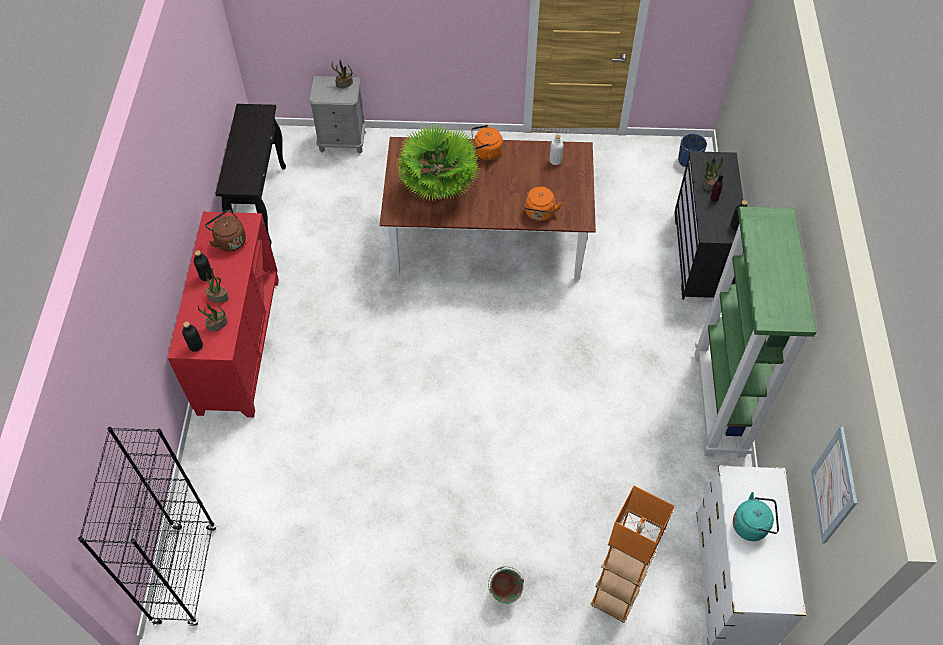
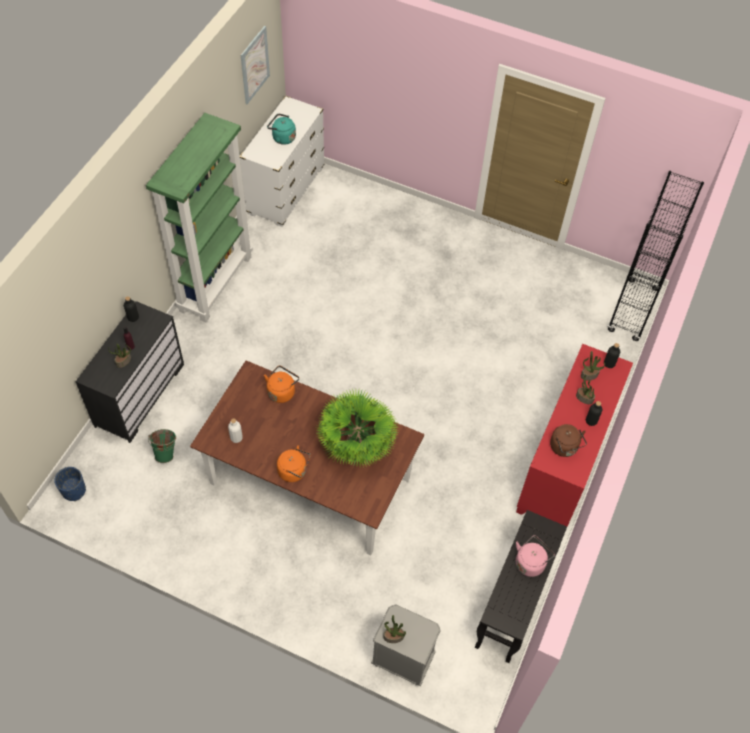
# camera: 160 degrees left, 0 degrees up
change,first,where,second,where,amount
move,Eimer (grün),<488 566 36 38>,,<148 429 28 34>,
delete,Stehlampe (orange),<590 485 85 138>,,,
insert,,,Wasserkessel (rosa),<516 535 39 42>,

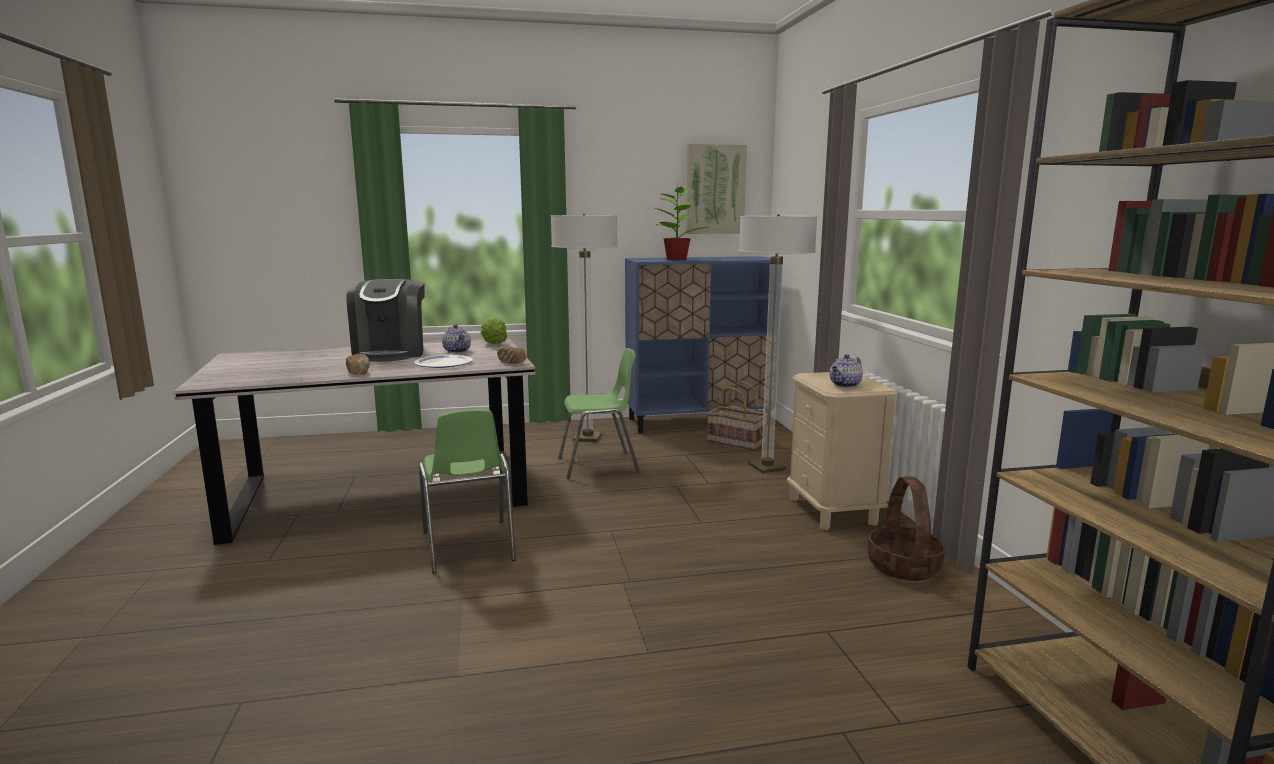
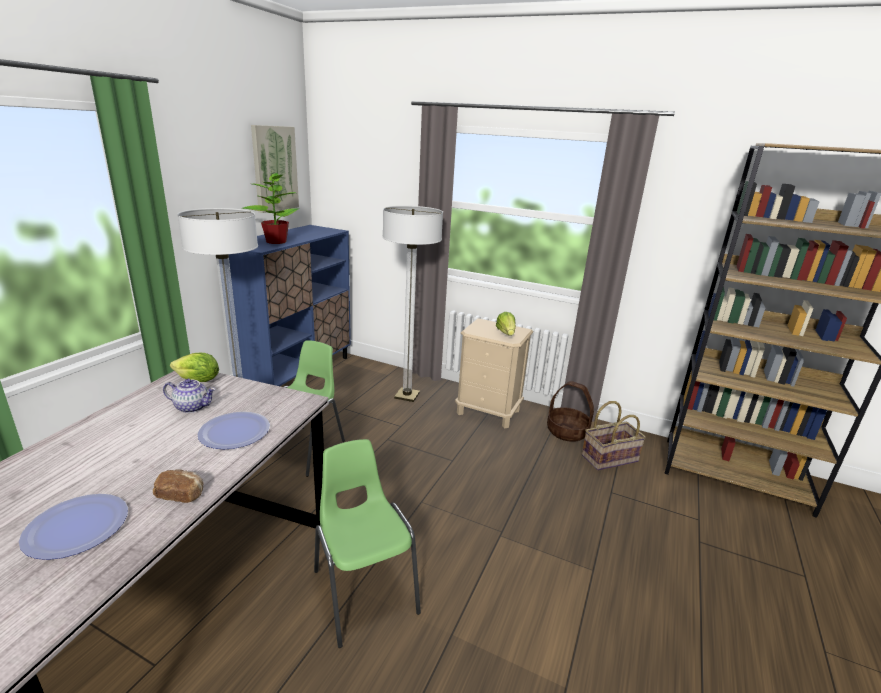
# camera: 55 degrees left, 10 degrees up
change,first,where,second,where,amount
delete,Kaffeemaschine,<346 279 79 83>,,,
rotate,Stuhl (grün),<419 409 97 165>,,<314 439 107 209>,135 degrees counterclockwise
delete,Brot,<497 346 30 18>,,,
move,Korb,<707 381 57 70>,,<581 401 65 70>,
replace,Teekanne,<830 354 33 34>,Salatkopf,<496 312 20 24>,
insert,,,Teller,<19 494 109 66>,

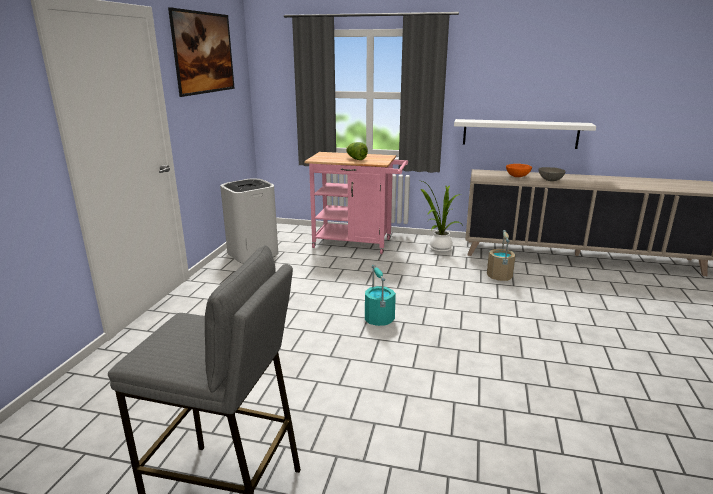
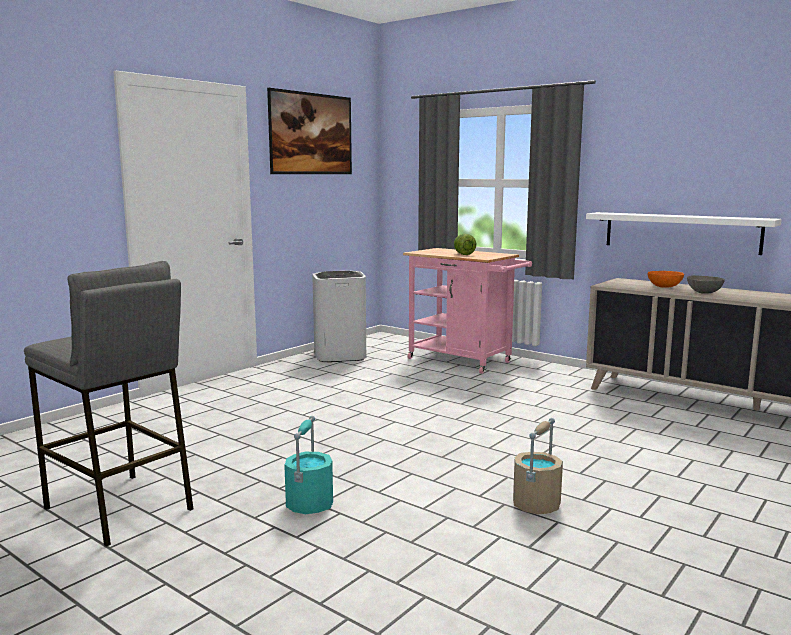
# camera: 25 degrees right, 10 degrees down
change,first,where,second,where,amount
move,Eimer (türkis),<365 265 31 61>,,<284 416 49 98>,
delete,Topfpflanze,<418 180 45 72>,,,
move,Eimer (beige),<487 230 29 51>,,<513 418 50 97>,

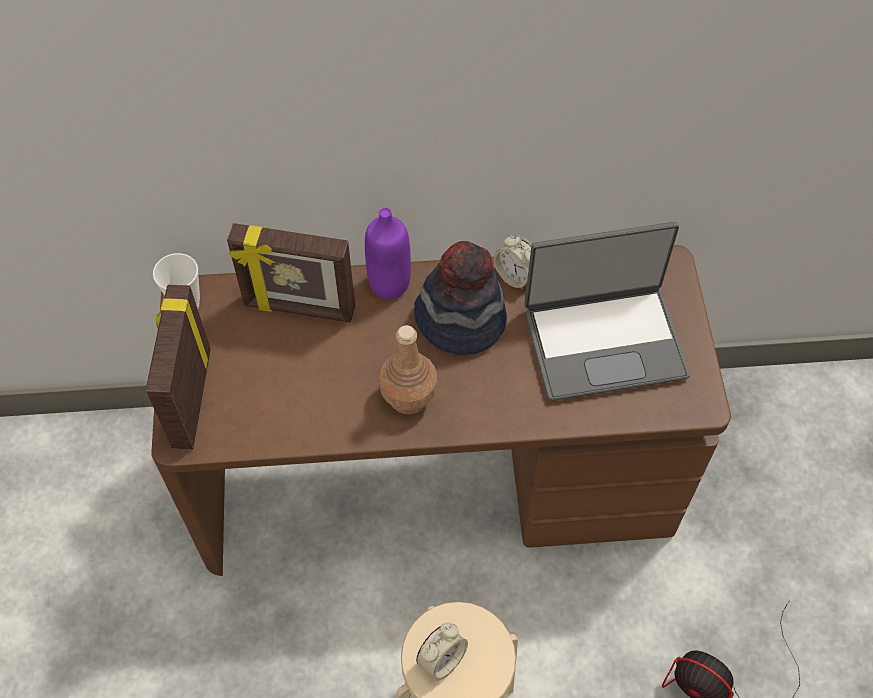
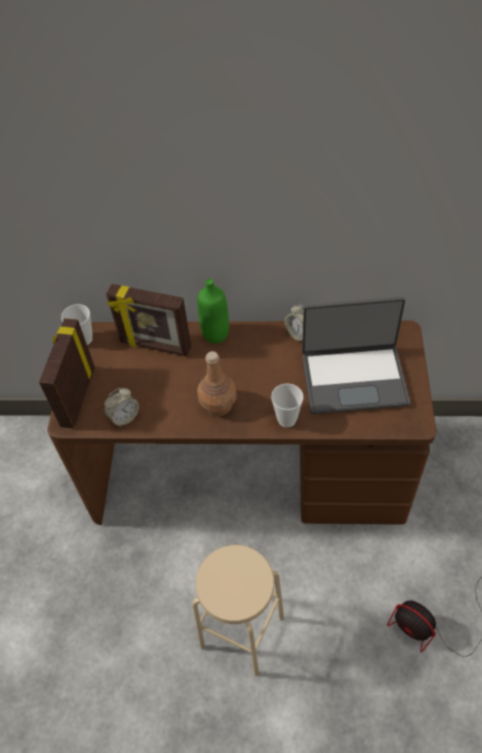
# camera: 10 degrees right, 5 degrees down
change,first,where,second,where,amount
recolor,Flasche (lila),<365 208 46 91>,Flasche (grün),<197 279 32 65>,
delete,Hut,<414 241 93 114>,,,
move,Wecker,<416 623 52 58>,,<104 388 35 39>,
insert,,,Tasse,<271 384 33 44>,

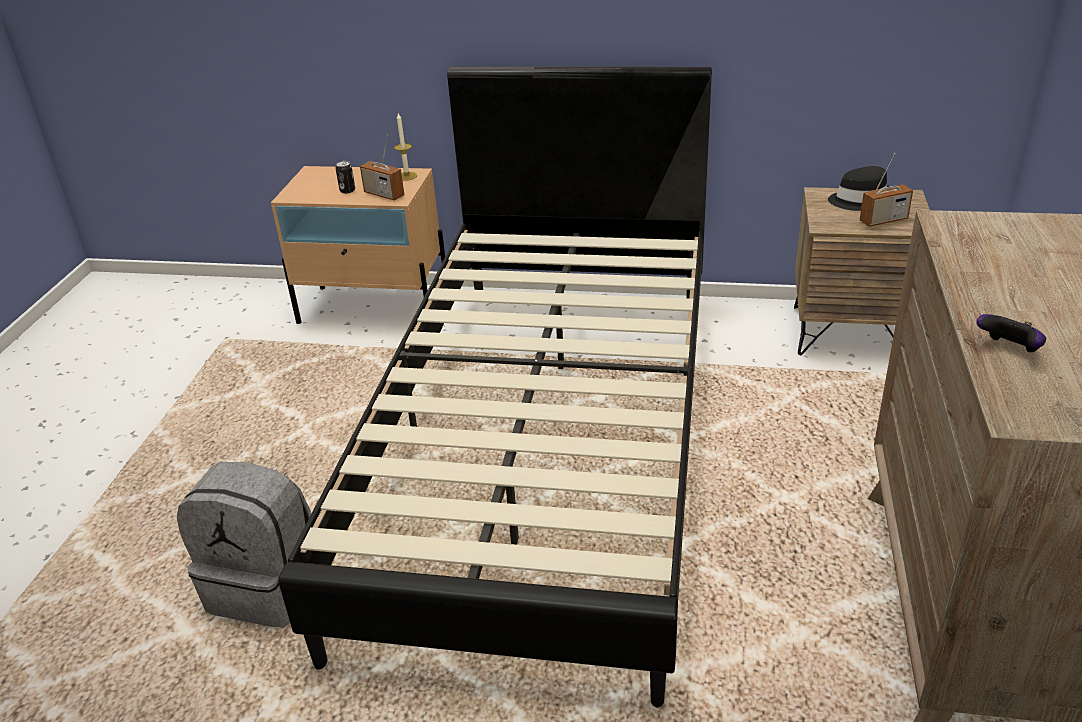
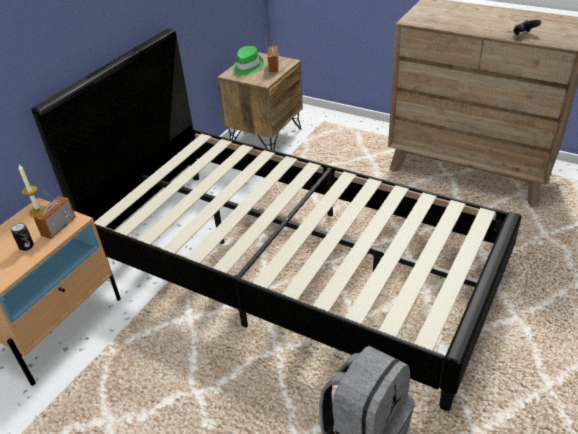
# camera: 70 degrees left, 5 degrees up
change,first,where,second,where,amount
rotate,Radio,<360 134 44 66>,,<33 190 42 49>,150 degrees clockwise
recolor,Hut (schwarz),<828 166 61 45>,Hut (grün),<233 46 31 29>,

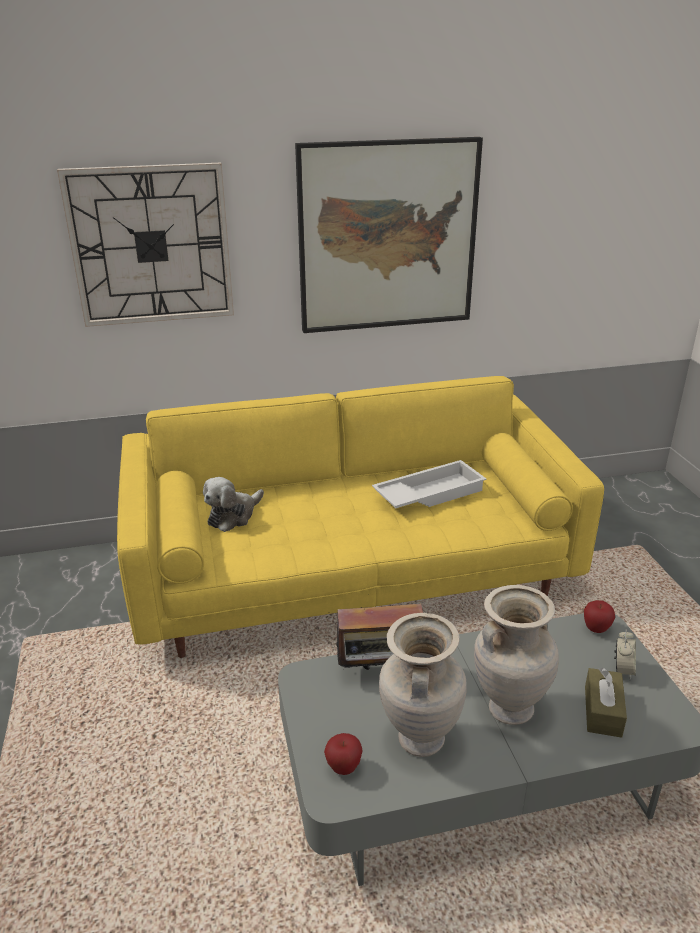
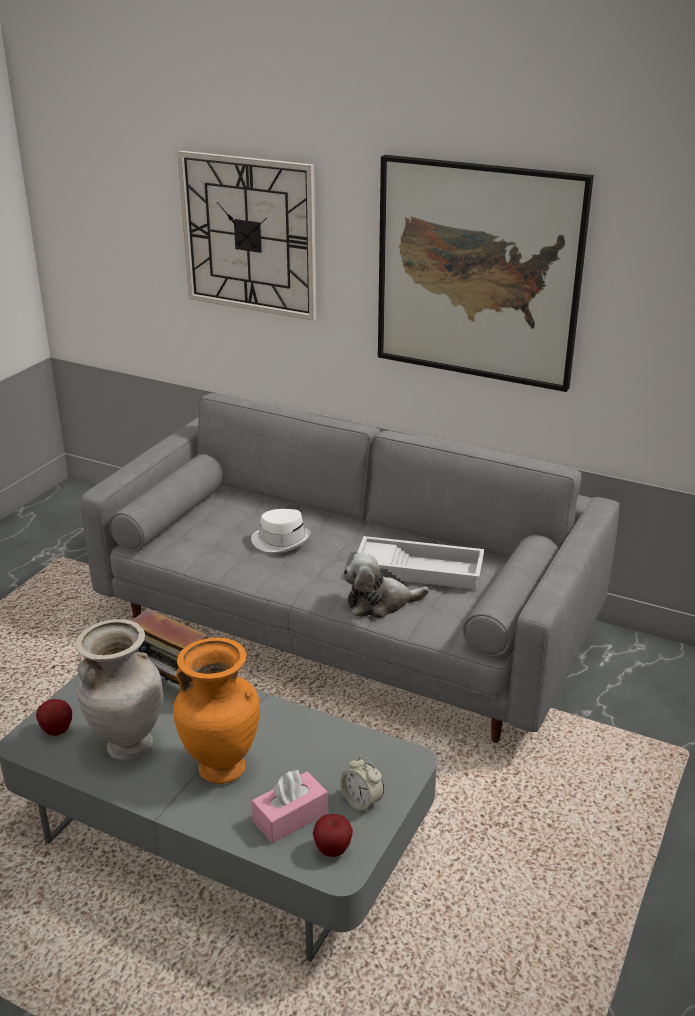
# camera: 40 degrees right, 0 degrees up
change,first,where,second,where,amount
recolor,Sofa (gelb),<117 376 487 282>,Sofa (grau),<80 393 540 350>,
move,Plüschtier,<203 477 61 55>,,<343 552 86 66>,
recolor,Vase (beige),<474 585 85 140>,Vase (orange),<173 638 87 146>,
move,Apfel,<584 600 31 33>,,<313 814 40 43>,
recolor,Taschentuchbox (braun),<585 668 42 70>,Taschentuchbox (rosa),<252 770 76 73>,
rotate,Wecker,<614 629 22 51>,,<340 756 44 57>,75 degrees clockwise
insert,,,Hut (weiß),<251 509 60 43>,

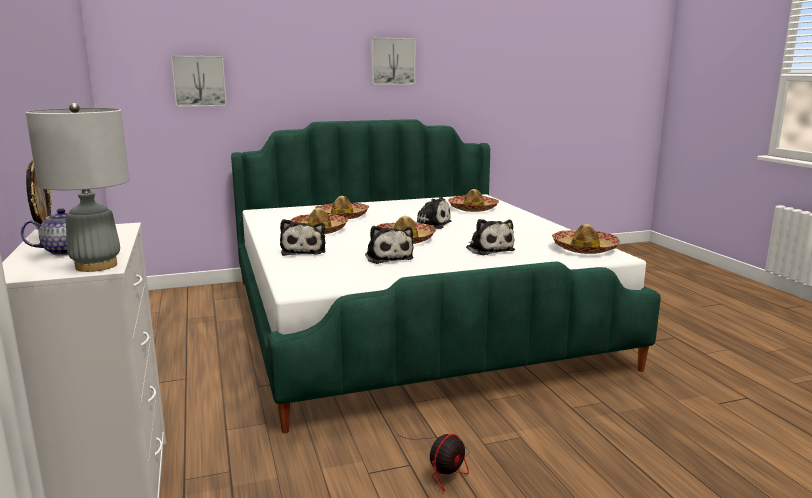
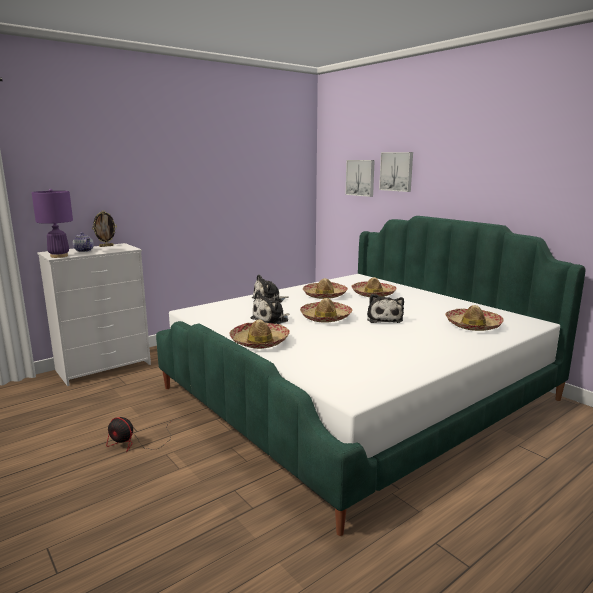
# camera: 70 degrees right, 0 degrees up
change,first,where,second,where,amount
recolor,Tischlampe (grau),<26 103 104 169>,Tischlampe (lila),<32 189 41 69>,
move,Bild,<371 38 44 47>,,<379 152 34 40>,
delete,Plüschtier,<466 219 49 36>,,,
move,Hut,<552 224 68 30>,,<230 319 60 30>,

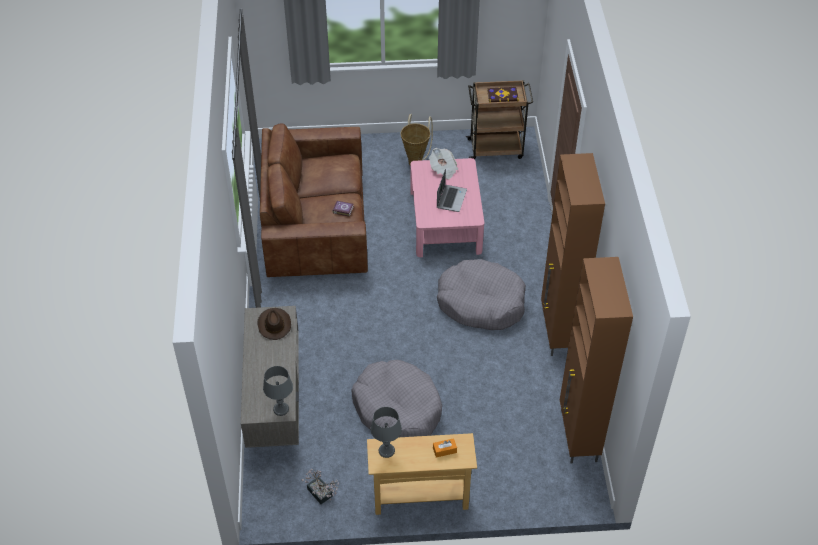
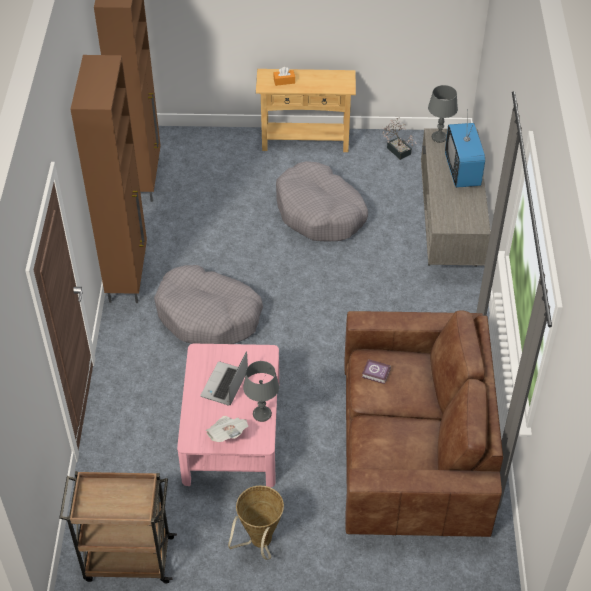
# camera: 175 degrees left, 0 degrees up
change,first,where,second,where,amount
delete,Hut (braun),<258 308 33 32>,,,
move,Tischlampe (grau),<371 407 31 51>,,<243 361 36 61>,
delete,Buch,<487 87 32 16>,,,
insert,,,Fernseher,<445 109 40 79>,

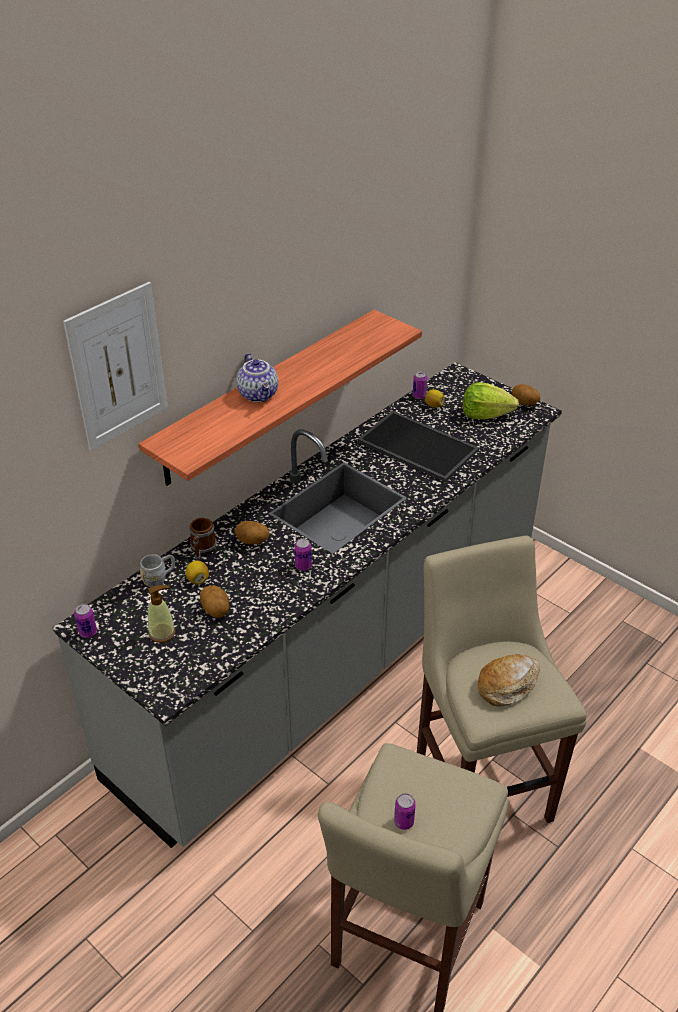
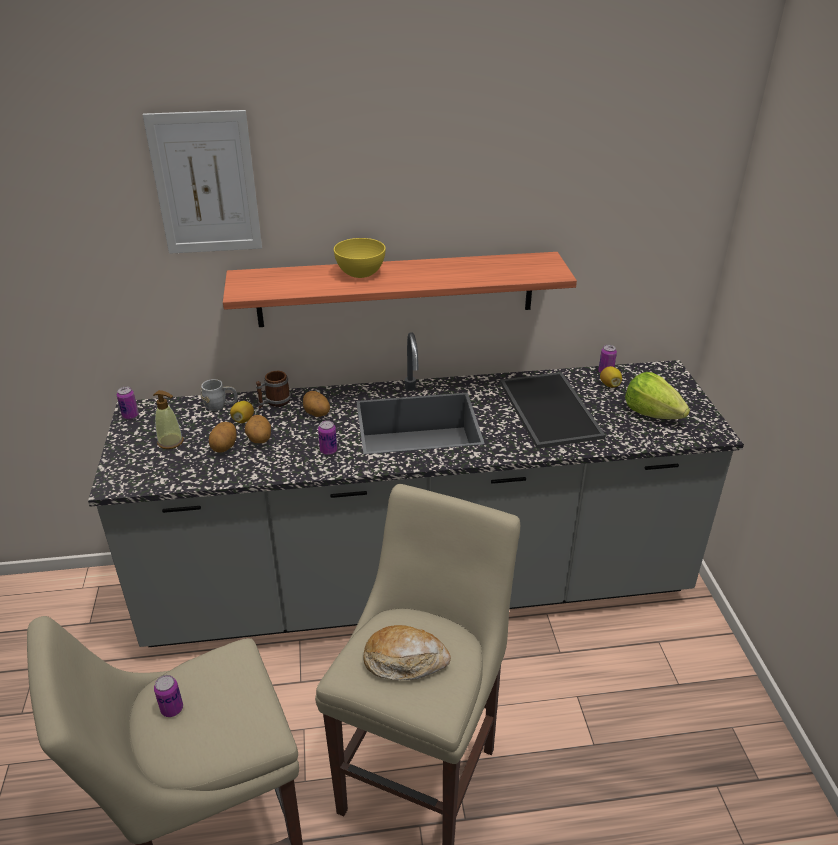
# camera: 40 degrees right, 5 degrees down
change,first,where,second,where,amount
replace,Teekanne,<236 353 42 49>,Schüssel (gelb),<334 238 52 40>,
move,Kartoffel,<512 384 28 21>,,<245 415 26 28>,

